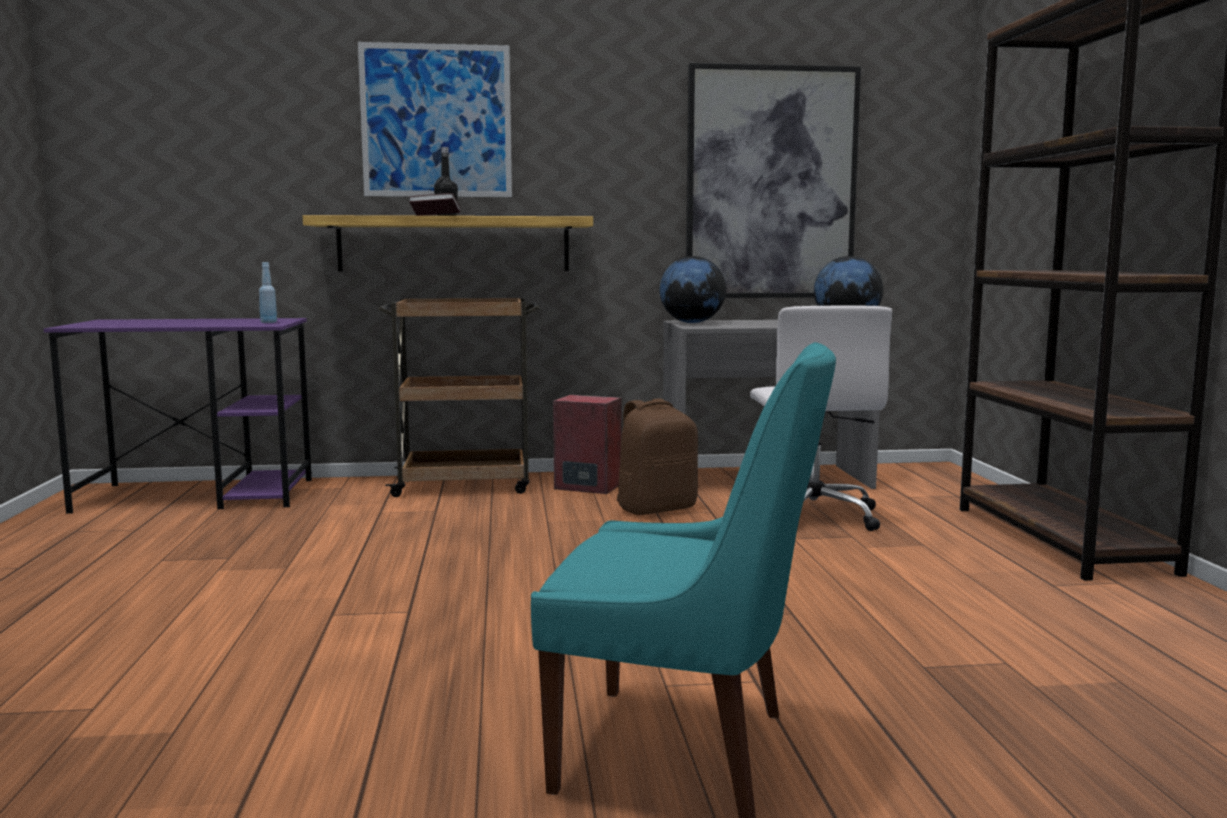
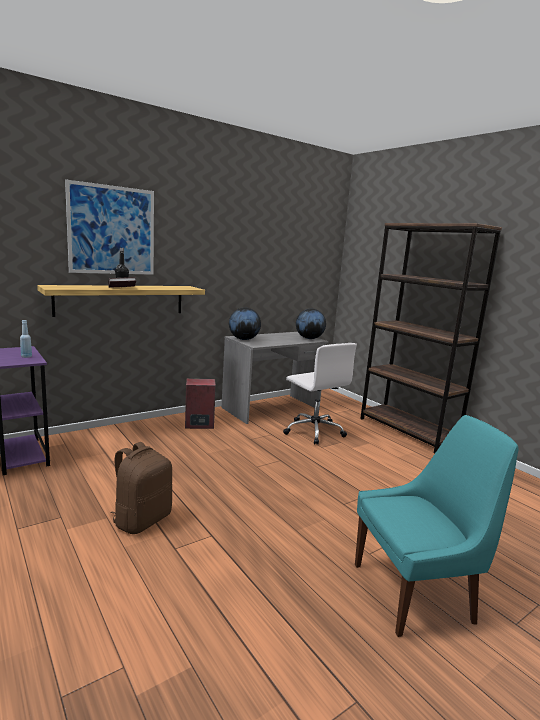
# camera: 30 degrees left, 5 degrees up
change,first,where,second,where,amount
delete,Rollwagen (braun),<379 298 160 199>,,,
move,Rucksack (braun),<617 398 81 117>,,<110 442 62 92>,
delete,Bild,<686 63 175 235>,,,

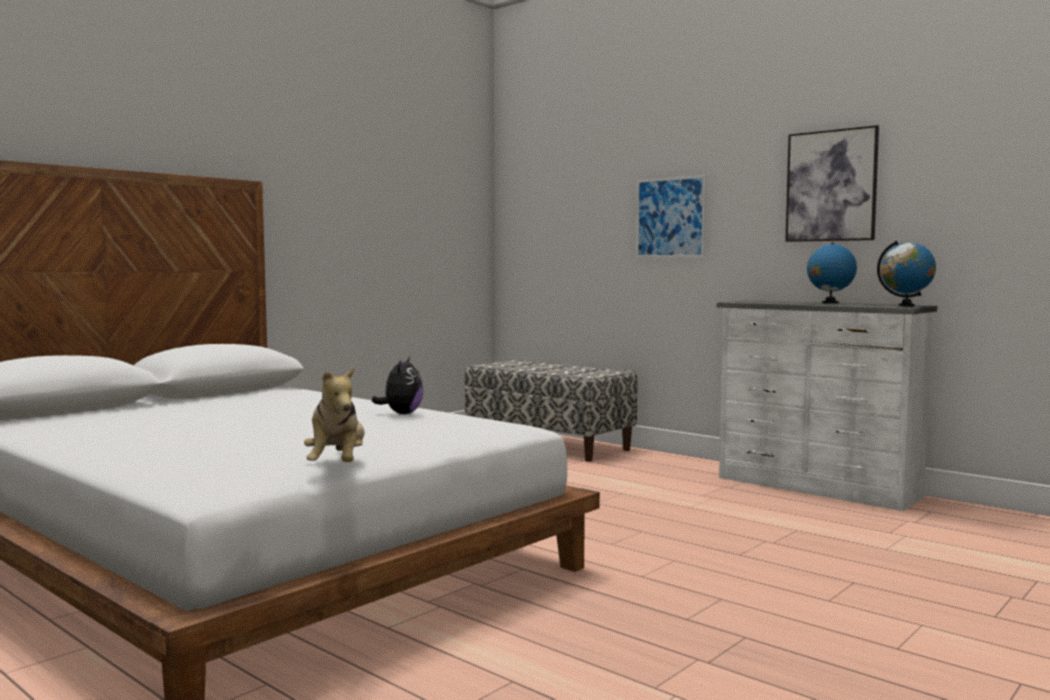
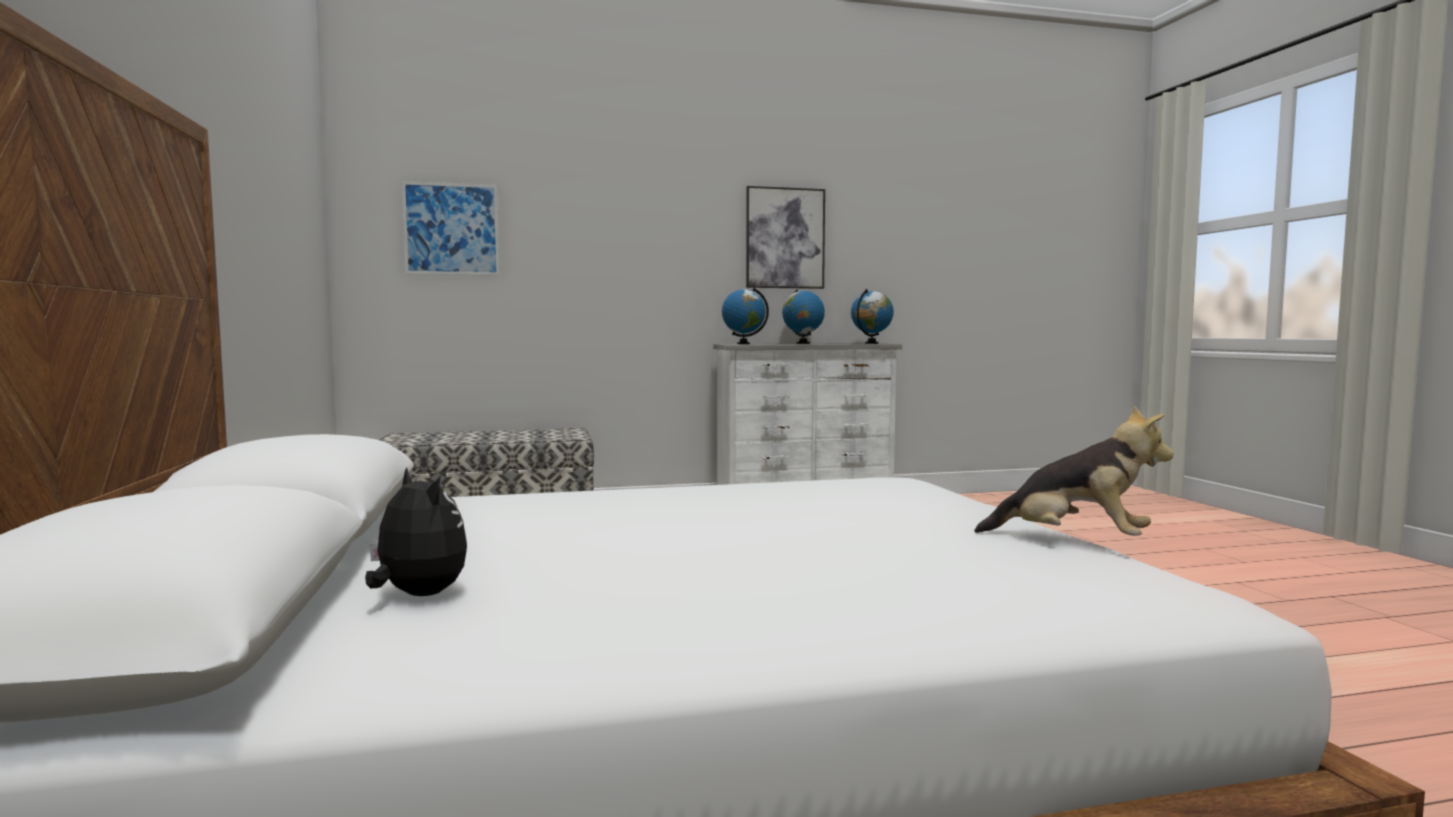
# camera: 55 degrees left, 0 degrees up
change,first,where,second,where,amount
move,Plüschtier,<372 357 51 57>,,<365 467 102 129>,
move,Bild,<636 175 70 83>,,<402 181 98 95>,
insert,,,Globus,<722 288 47 56>,

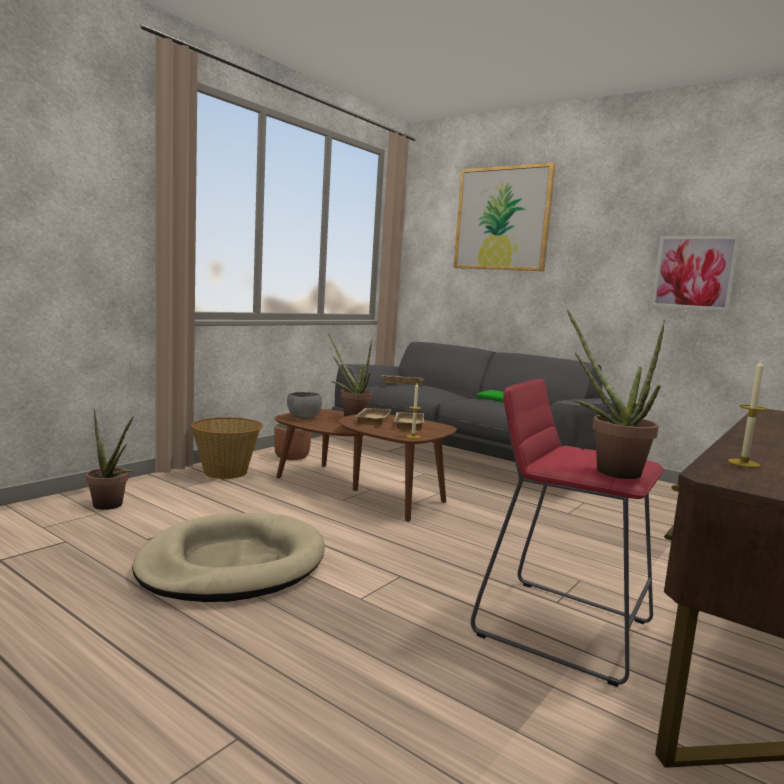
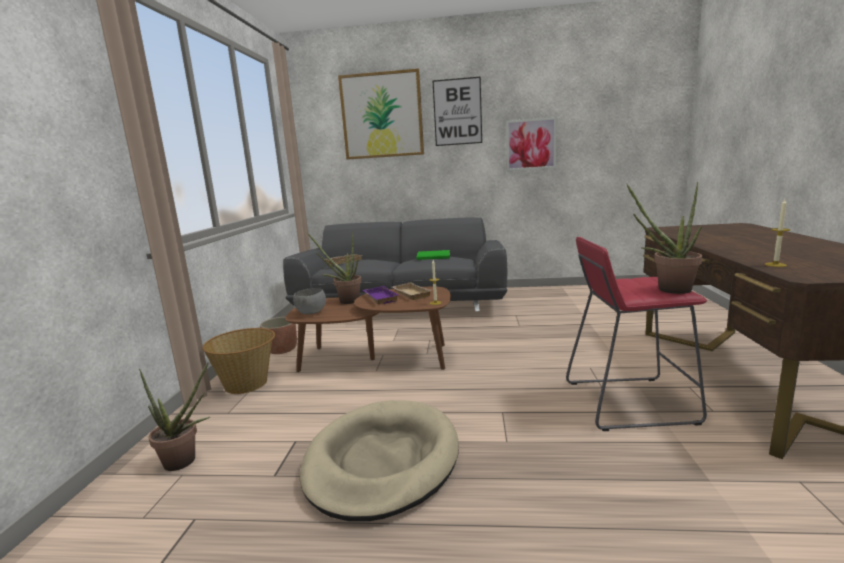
# camera: 30 degrees left, 5 degrees up
change,first,where,second,where,amount
recolor,Tablett (beige),<356 408 36 17>,Tablett (lila),<363 286 36 19>,
insert,,,Bild,<433 77 49 69>,

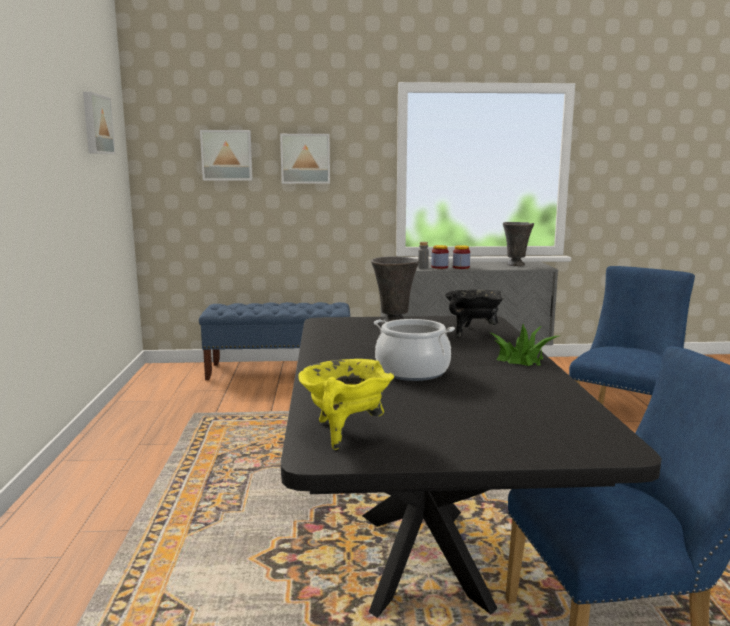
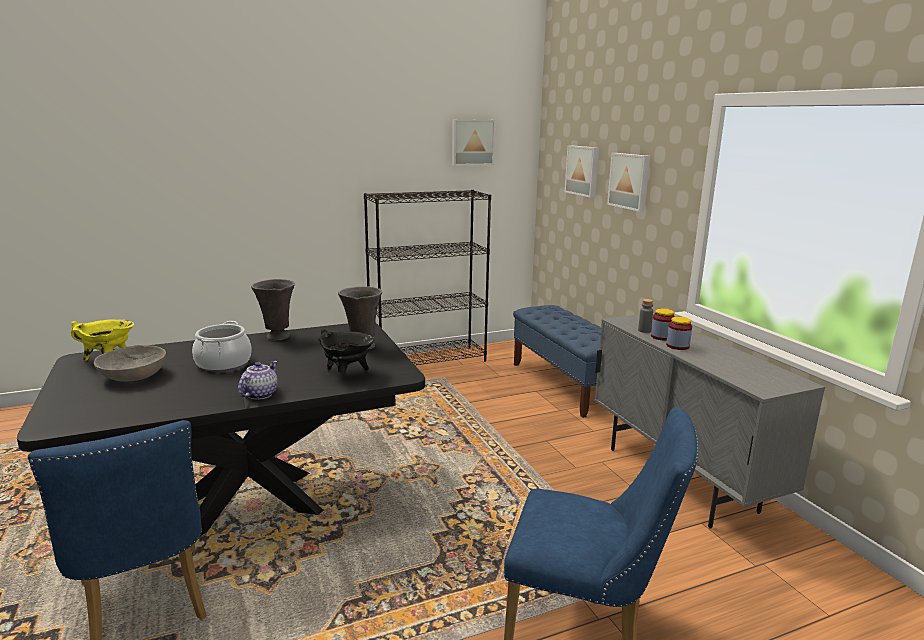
# camera: 70 degrees right, 5 degrees up
change,first,where,second,where,amount
replace,Topfpflanze,<491 324 68 42>,Teekanne,<238 361 40 39>,
move,Vase (grau),<503 222 31 44>,,<251 279 44 62>,
insert,,,Schüssel (grau),<94 345 72 37>,
insert,,,Bücherregal (schwarz),<364 190 127 175>,

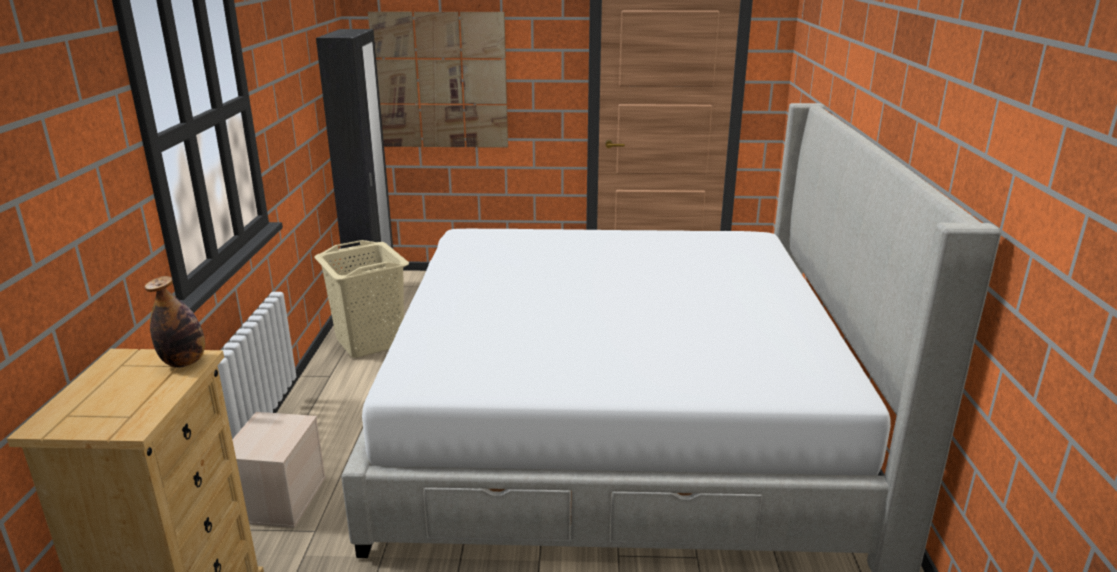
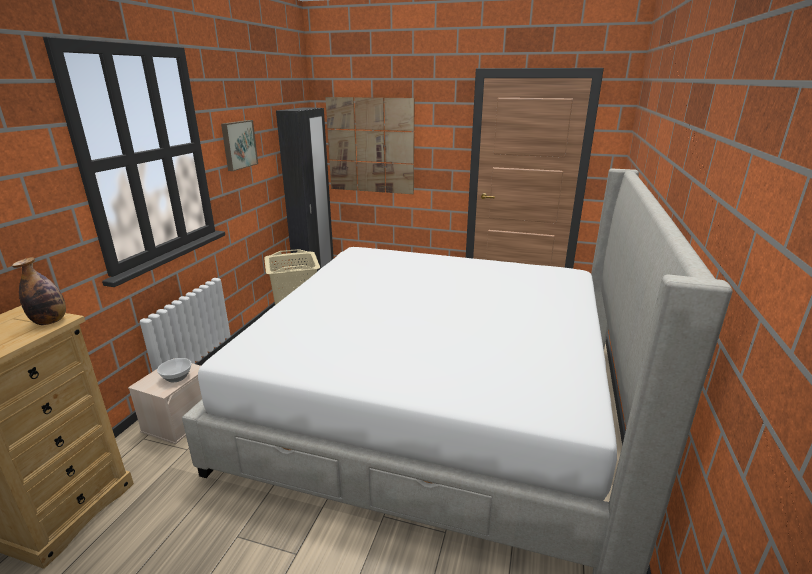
# camera: 15 degrees right, 0 degrees up
change,first,where,second,where,amount
insert,,,Schüssel,<157 358 35 24>,
insert,,,Bild,<221 120 37 51>,

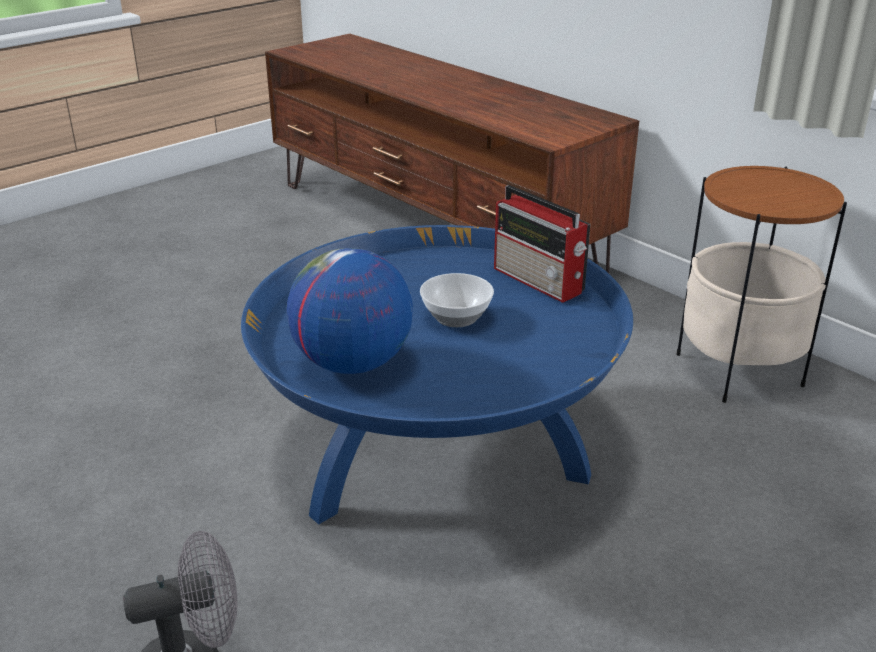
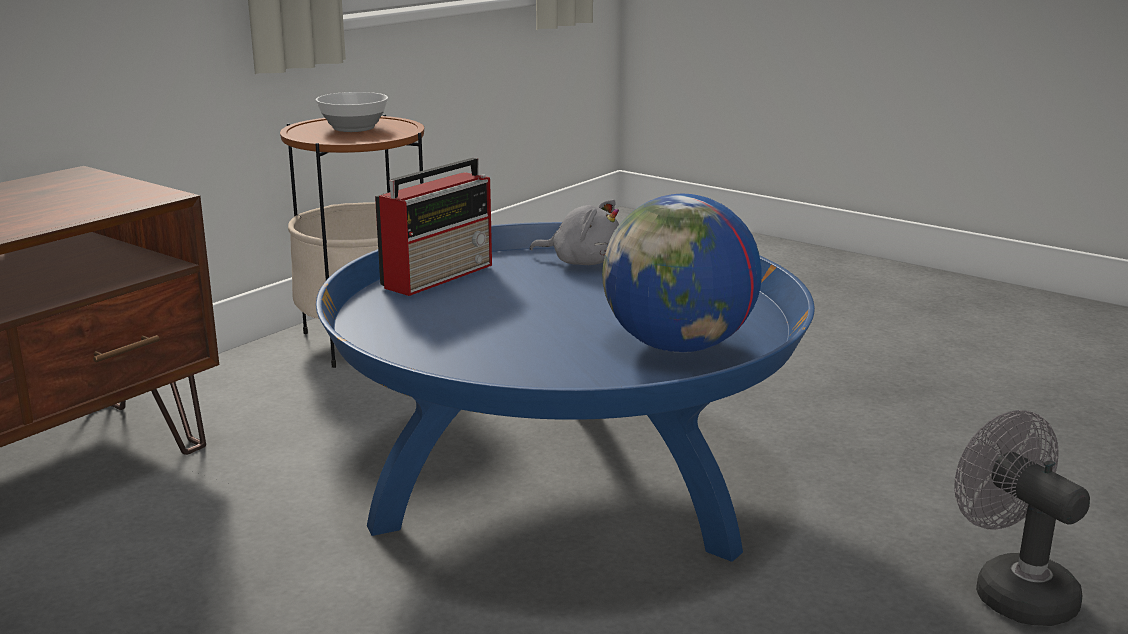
# camera: 100 degrees left, 10 degrees down
change,first,where,second,where,amount
move,Schüssel,<420 273 74 54>,,<316 92 72 40>,
insert,,,Plüschtier (grau),<530 199 89 66>,

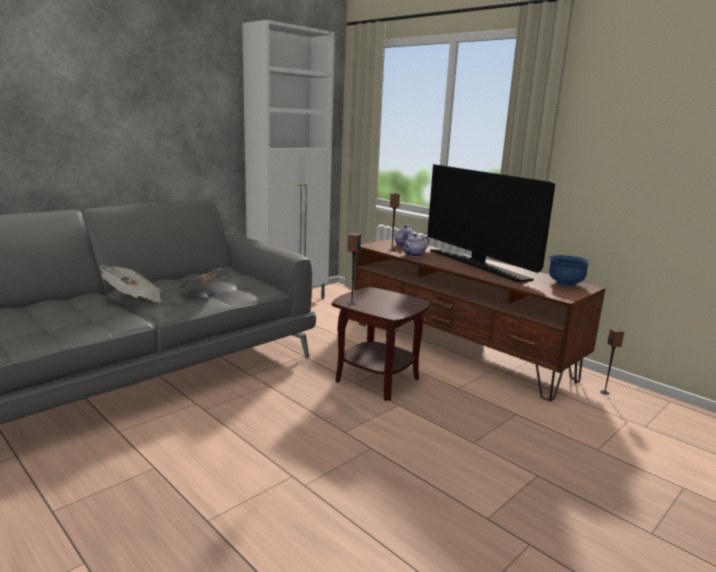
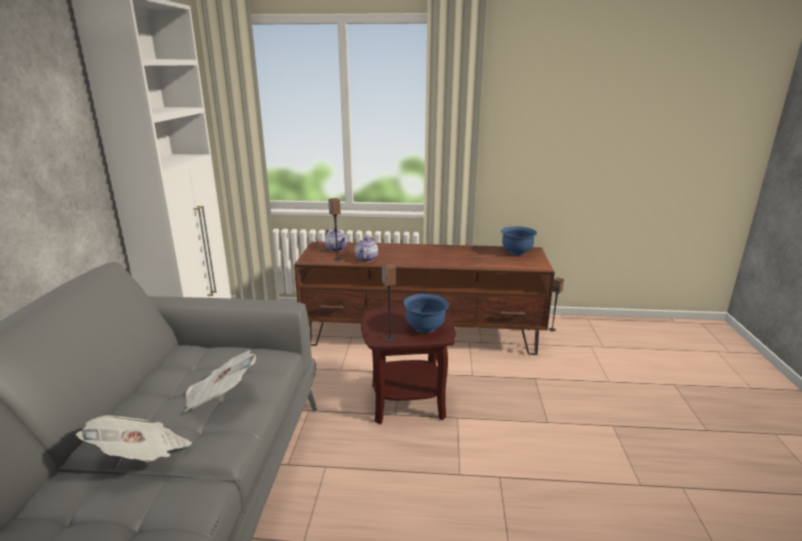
# camera: 40 degrees left, 5 degrees up
change,first,where,second,where,amount
delete,Fernseher,<427 164 128 118>,,,
insert,,,Schüssel (blau),<403 294 46 39>,

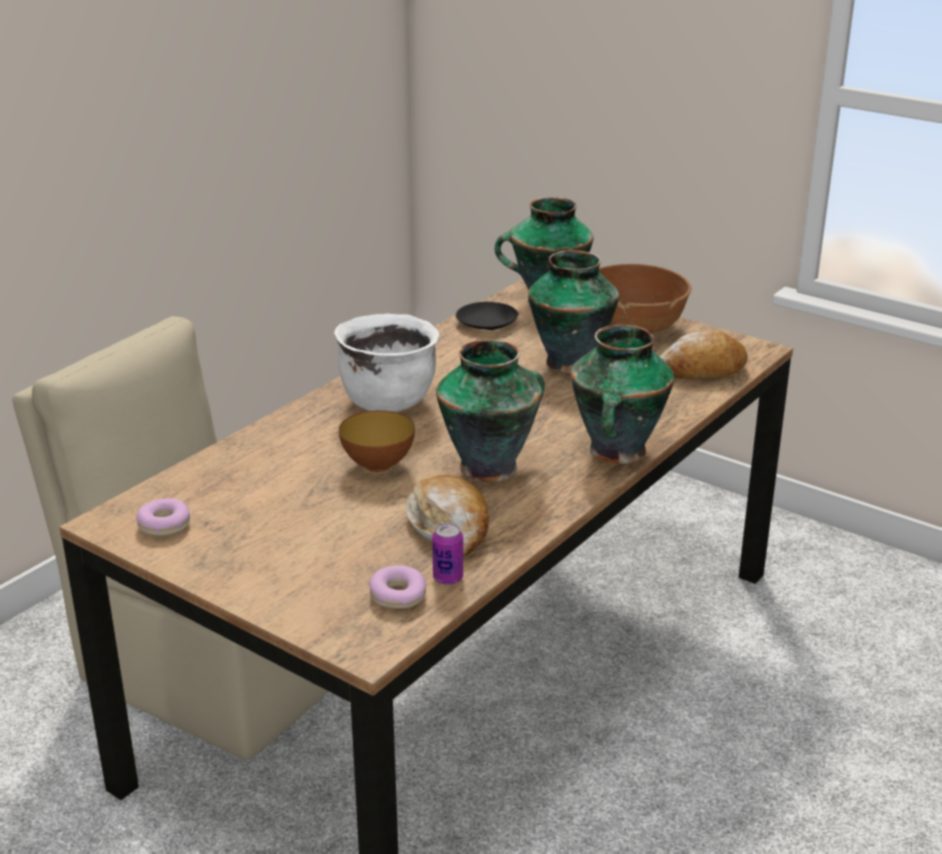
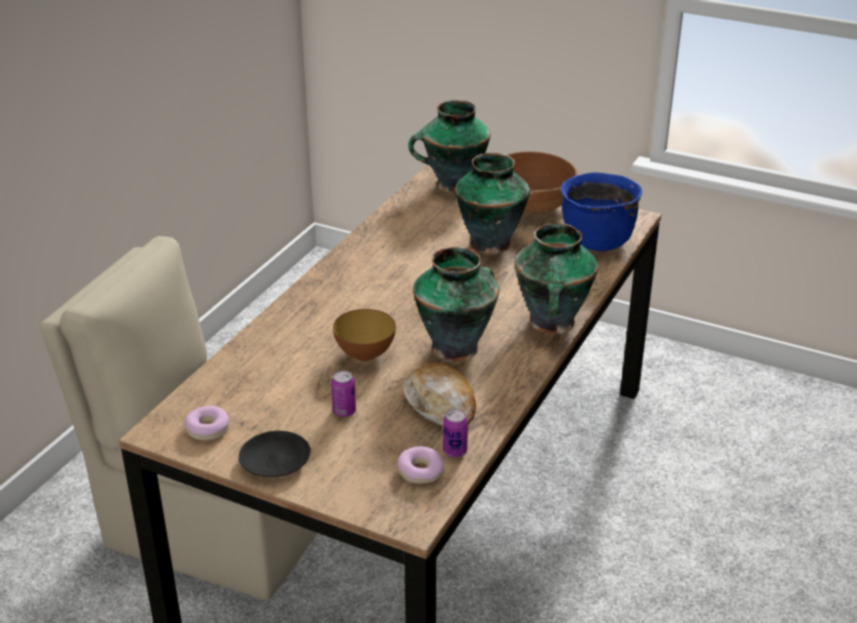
# camera: 10 degrees left, 5 degrees up
change,first,where,second,where,amount
delete,Kochtopf (weiß),<334 314 105 98>,,,
move,Teller (schwarz),<456 302 62 28>,,<239 431 72 46>,
replace,Brot,<659 330 89 50>,Kochtopf (blau),<561 172 81 79>,
insert,,,Dose,<331 371 25 46>,

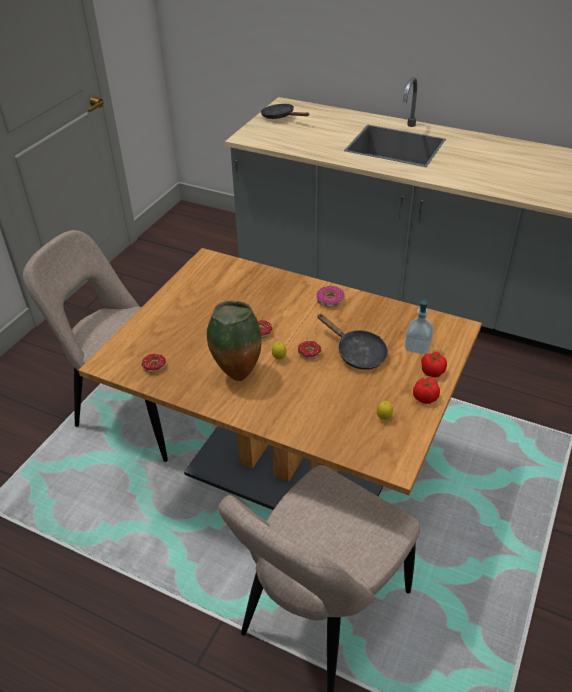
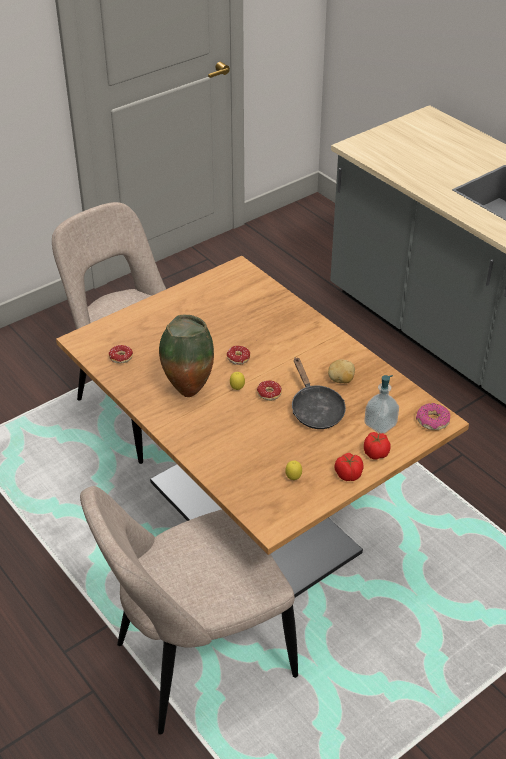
# camera: 25 degrees right, 0 degrees up
change,first,where,second,where,amount
delete,Pfanne (schwarz),<261 104 48 15>,,,
move,Donut,<317 286 28 21>,,<416 403 34 27>,
insert,,,Kartoffel,<328 359 27 24>,

